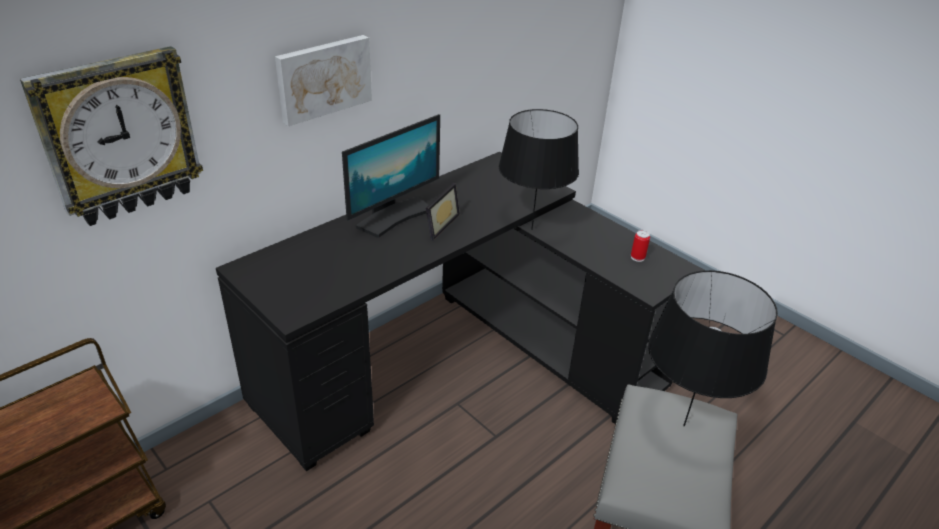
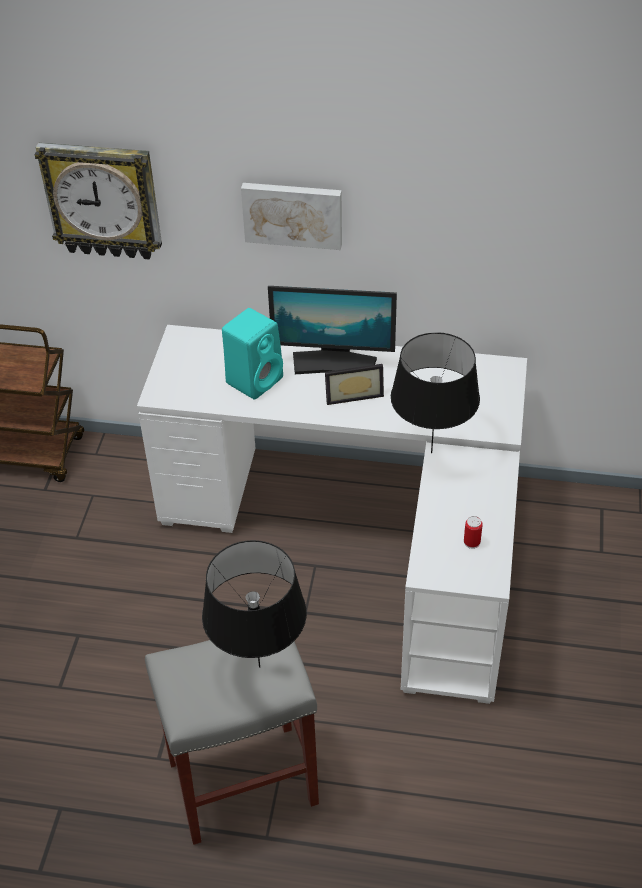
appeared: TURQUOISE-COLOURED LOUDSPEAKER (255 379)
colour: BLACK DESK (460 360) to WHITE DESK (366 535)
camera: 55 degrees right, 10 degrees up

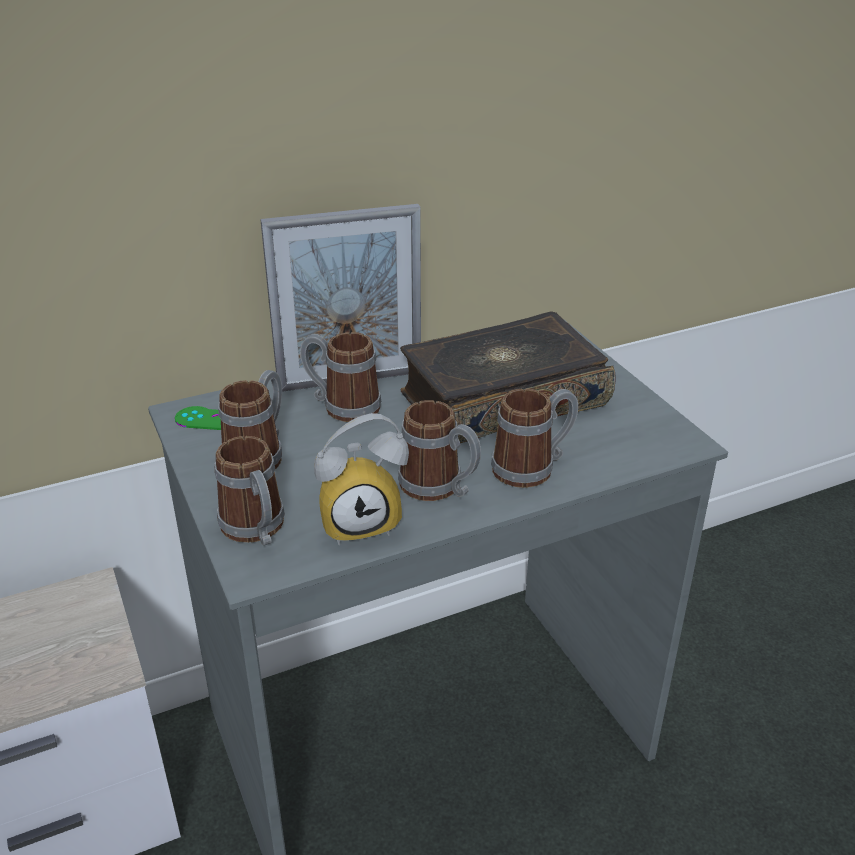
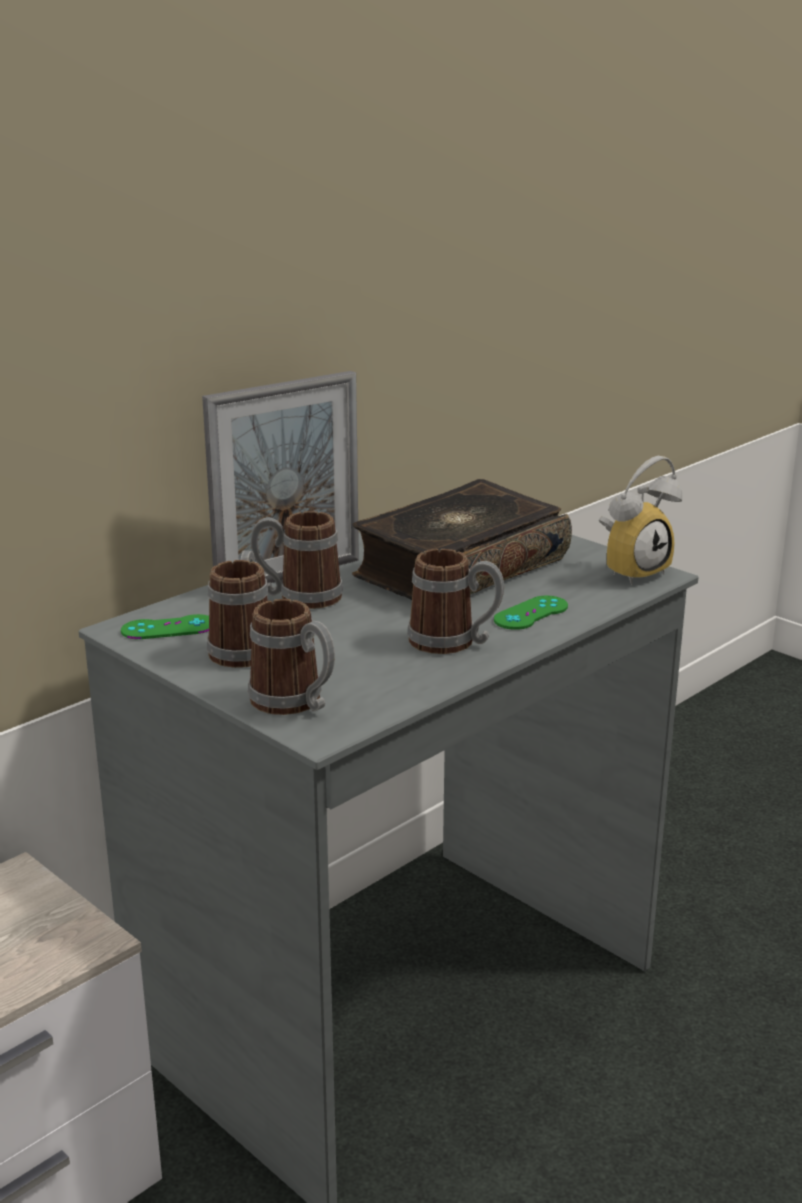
relocated: ALARM CLOCK (362 521) to (632 571)
exchanged: TEA MUG (533 467) to GREEN GAMEPAD (531 613)
camera: 20 degrees left, 10 degrees down

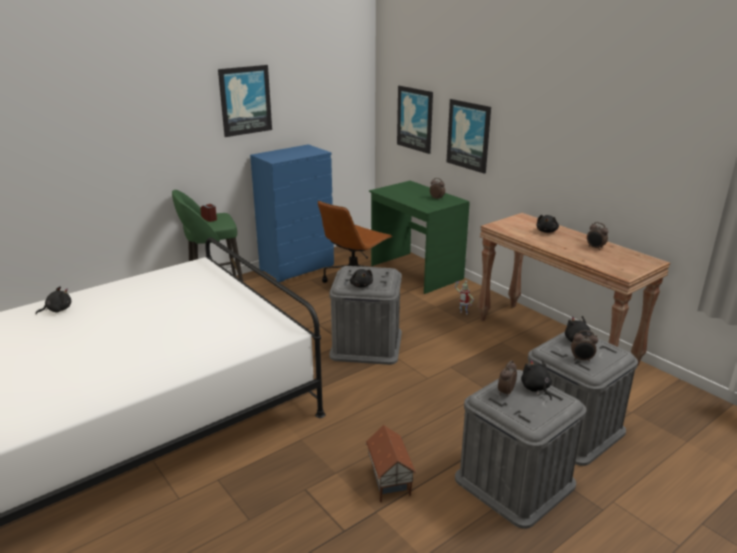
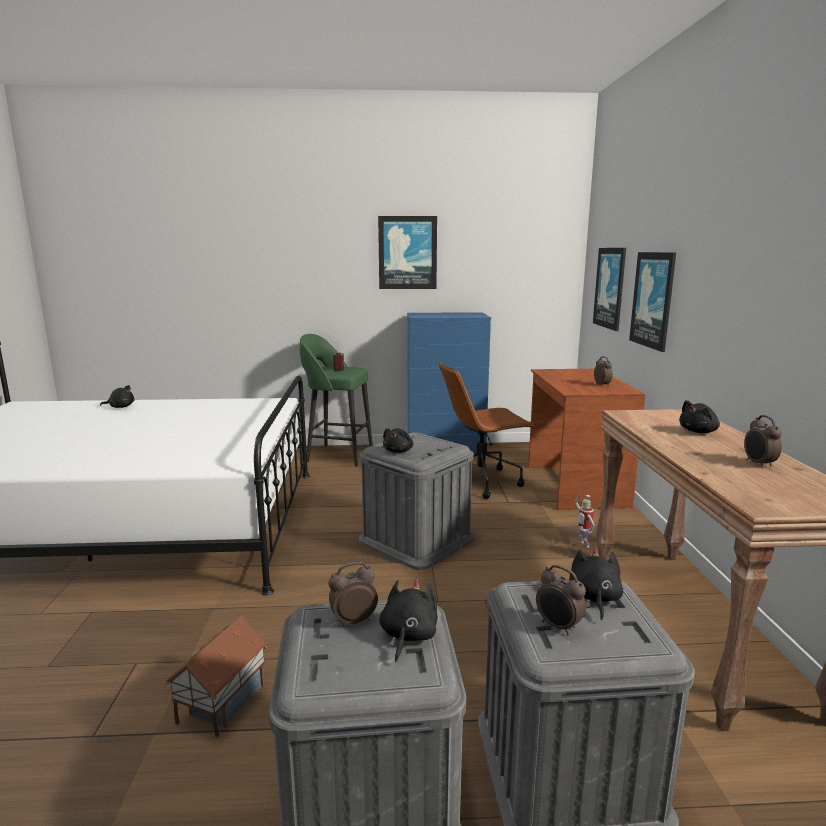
colour: GREEN DESK (415 272) to BROWNISH DESK (574 485)
camera: 35 degrees right, 10 degrees down

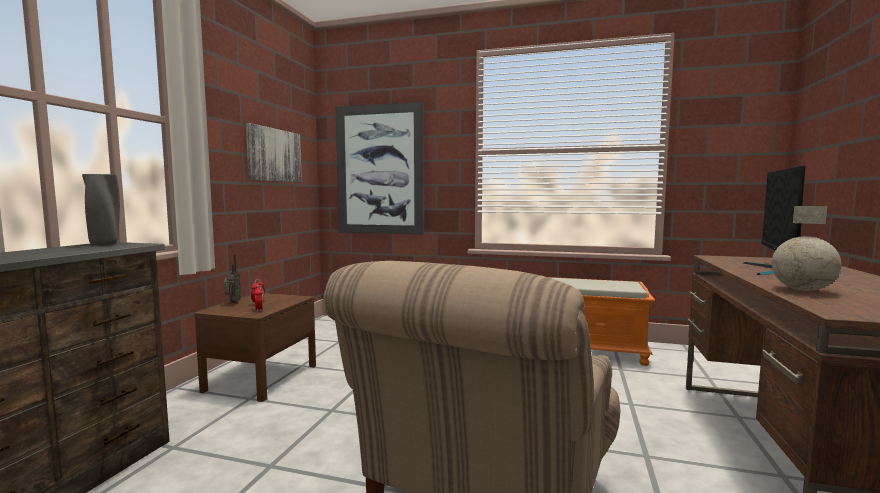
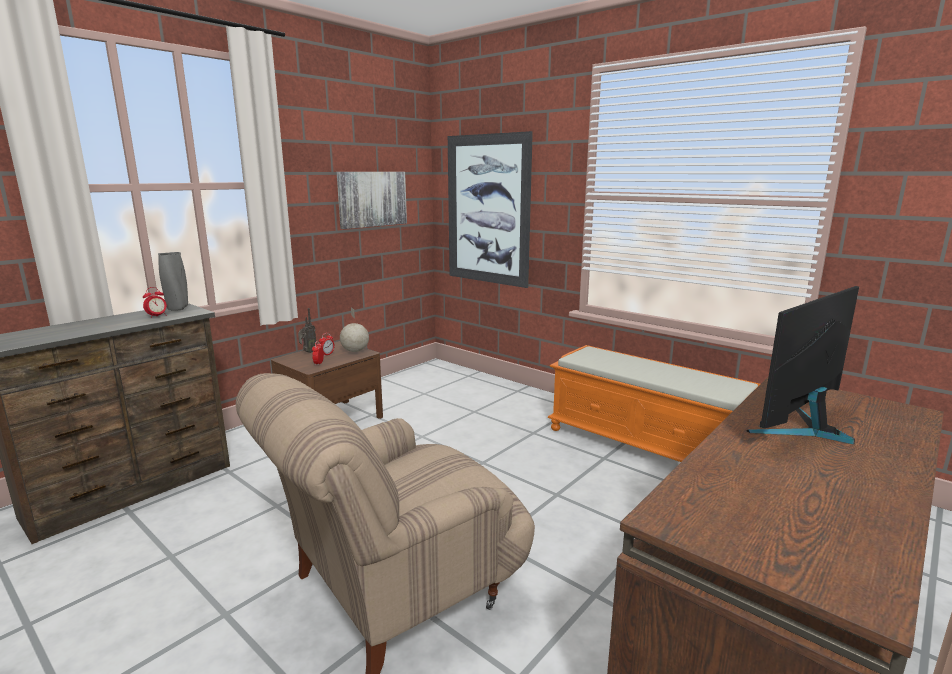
appeared: ALARM CLOCK (157 316)
relocated: GLOBE (803 290) to (355 351)
camera: 25 degrees right, 10 degrees up

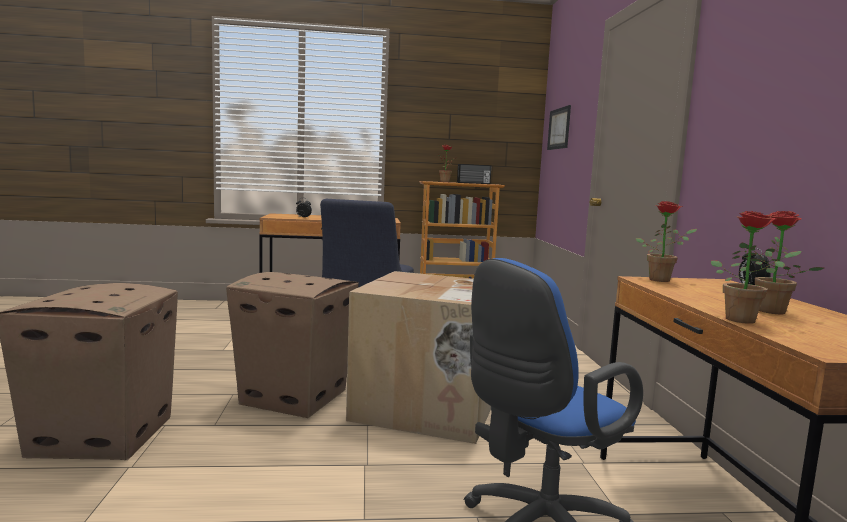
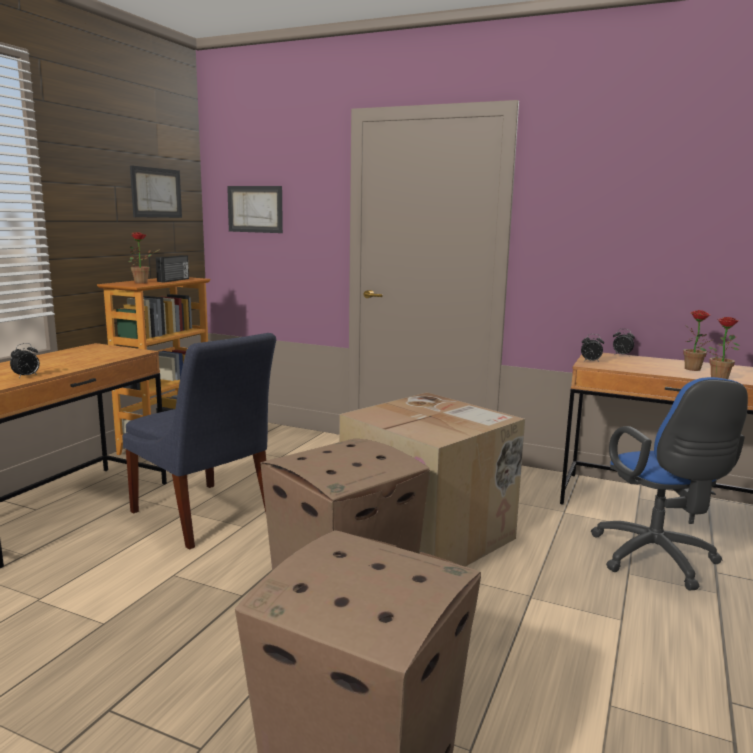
appeared: WALL ART (156 193)
exchanged: PLANT IN A POT (662 280) to ALARM CLOCK (590 361)
camera: 60 degrees left, 5 degrees up

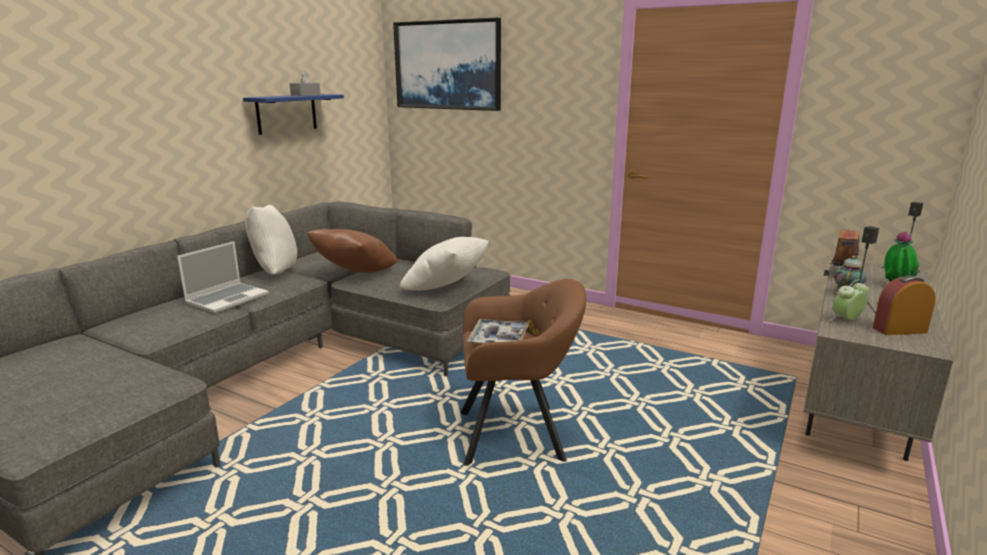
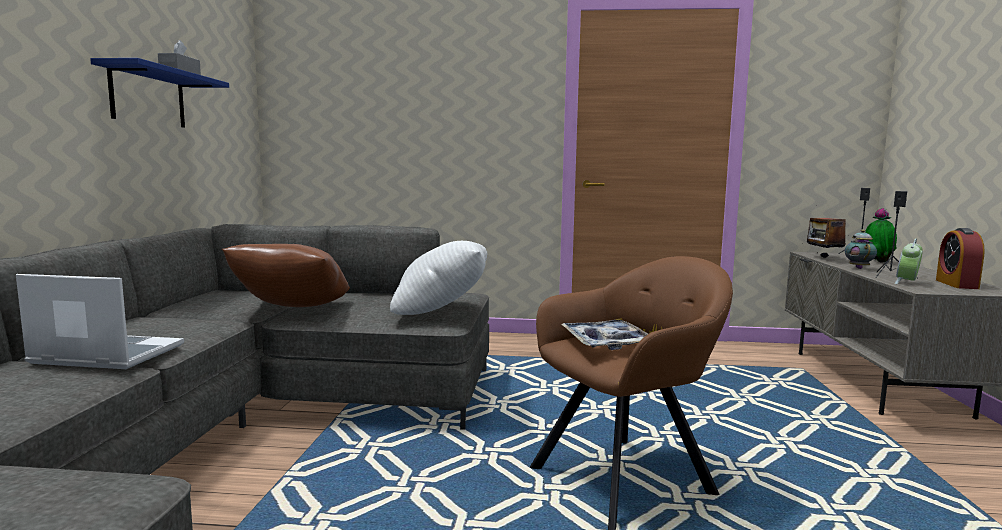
missing: WALL ART (447 65); WHITE CUSHION (274 272)
spun: LAPTOP (227 299) = (105 355) 90 degrees counterclockwise; ALARM CLOCK (899 330) = (956 284) 45 degrees counterclockwise
camera: 25 degrees left, 10 degrees down

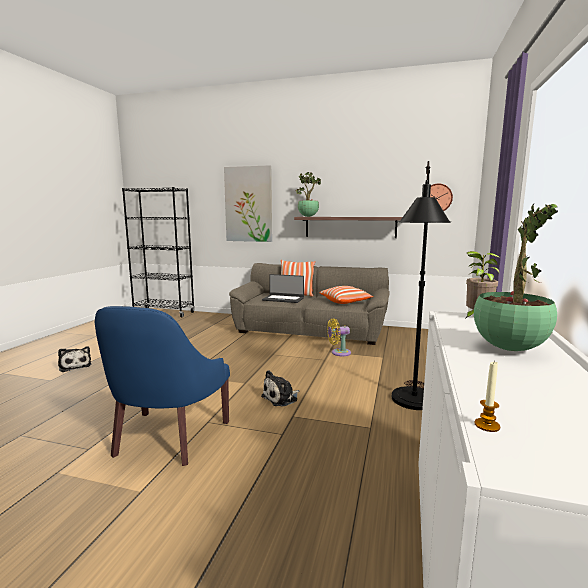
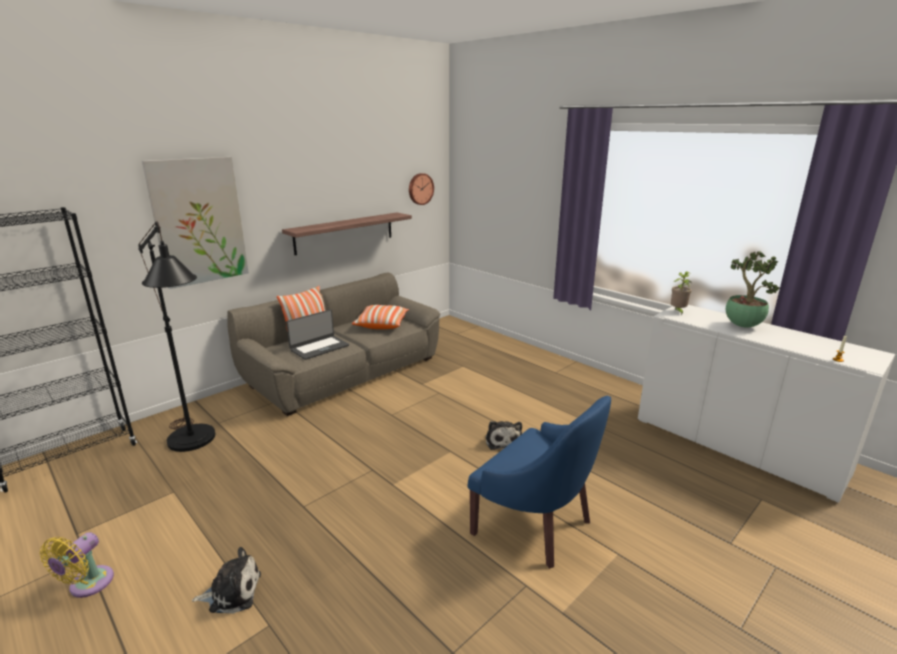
missing: PLANT IN A POT (308 216)
relocated: BLACK STANDING LAMP (413 405) to (195 444); YELLOWISH COOLING FAN (339 353) to (87 585)
camera: 60 degrees left, 10 degrees up

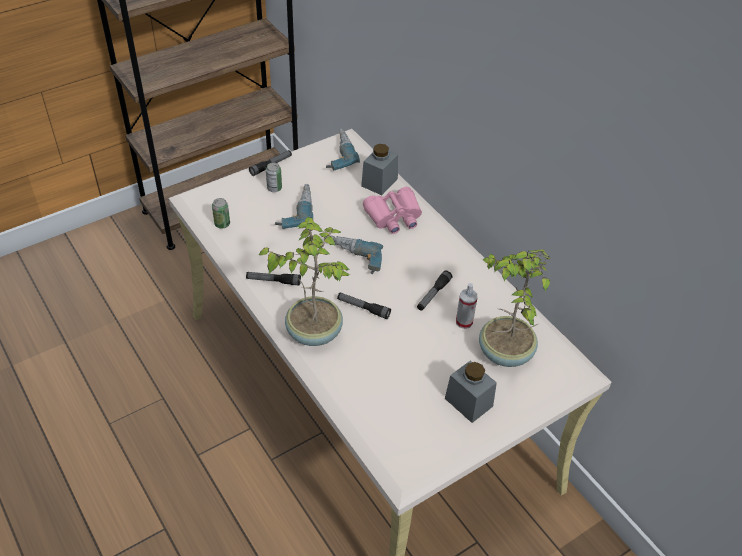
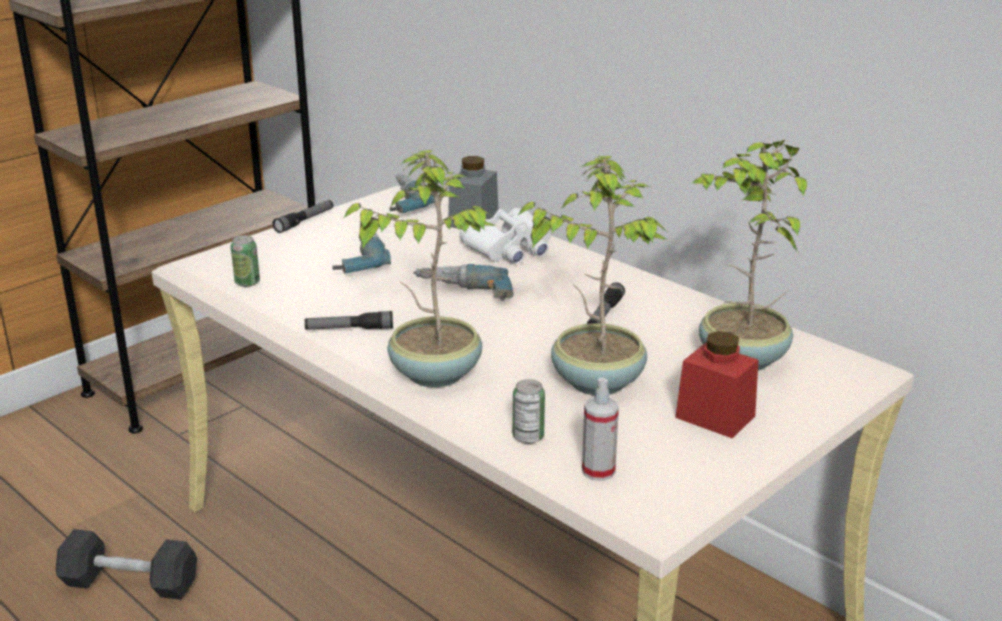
missing: FLASHLIGHT (363 308)
appeared: PLANT IN A POT (597 380); BLACK DUMBBELL (130 583)
relocated: CAN (274 188) to (528 437); HAND SPRAYER (464 322) to (598 471)
colour: PINK PAIR OF BINOCULARS (394 216) to WHITE PAIR OF BINOCULARS (509 249); GREYISH STORAGE JAR (468 402) to RED STORAGE JAR (715 417)
camera: 10 degrees left, 20 degrees down

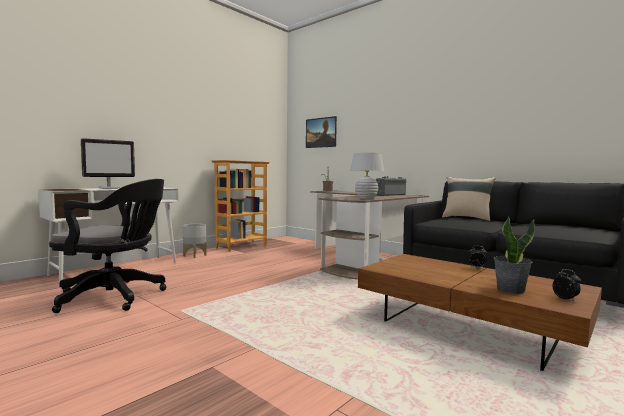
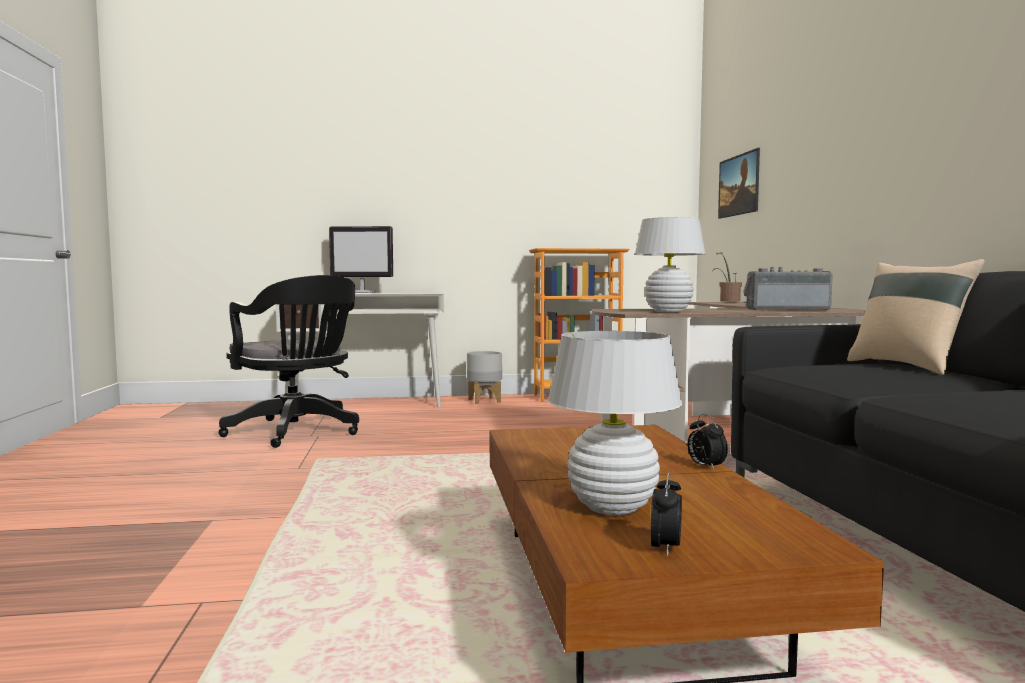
exchanged: PLANT IN A POT (510 290) to WHITE LAMP FOR A TABLE (612 507)
camera: 40 degrees right, 0 degrees up

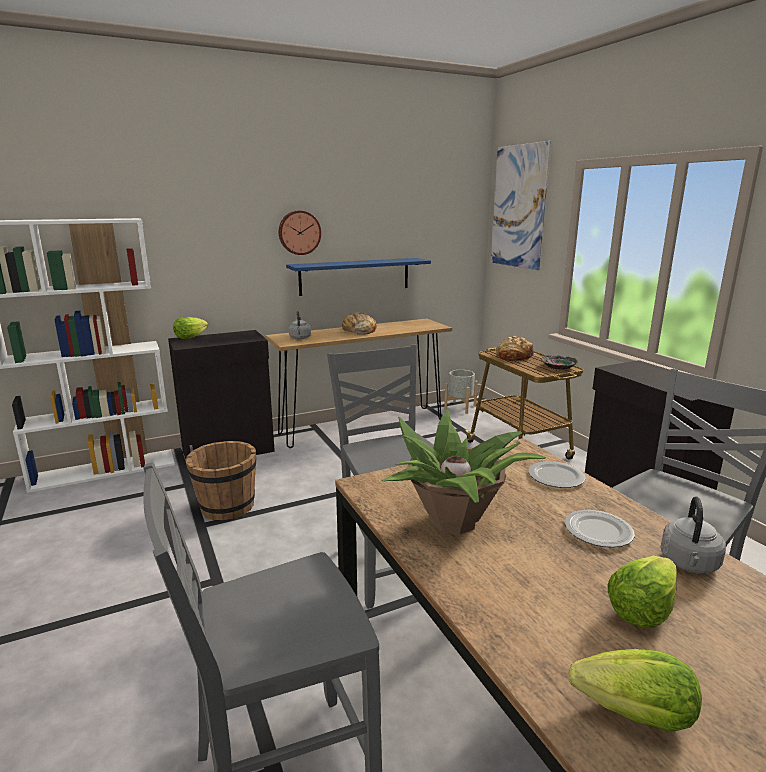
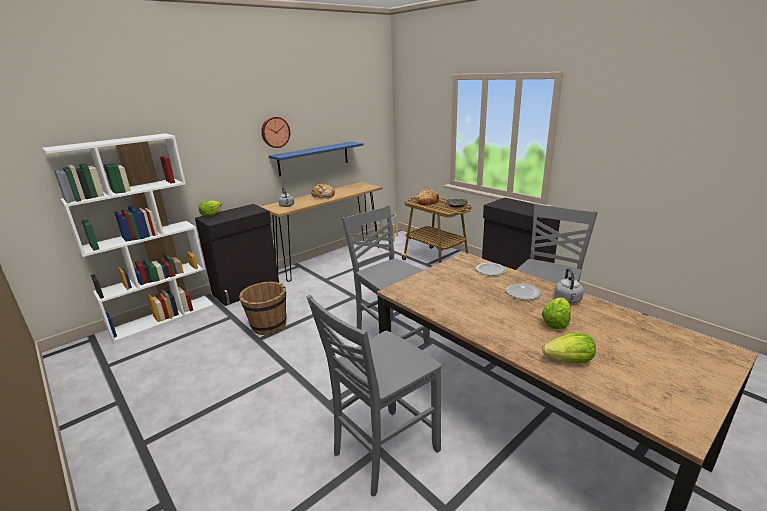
missing: WALL ART (518 207); PLANT IN A POT (454 522)
camera: 15 degrees left, 5 degrees up

